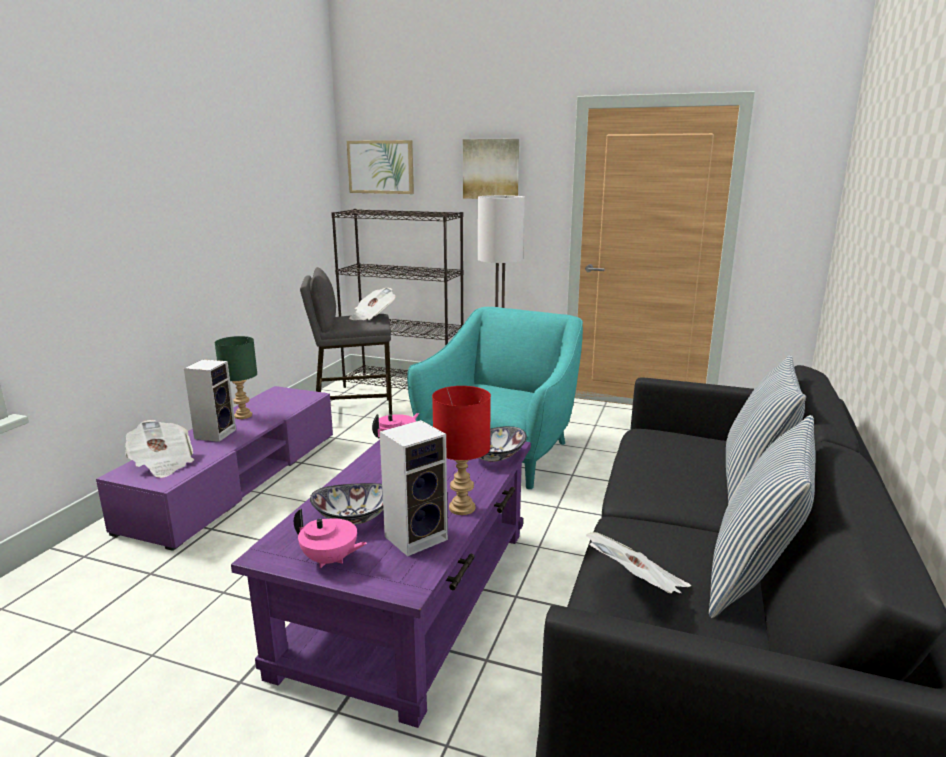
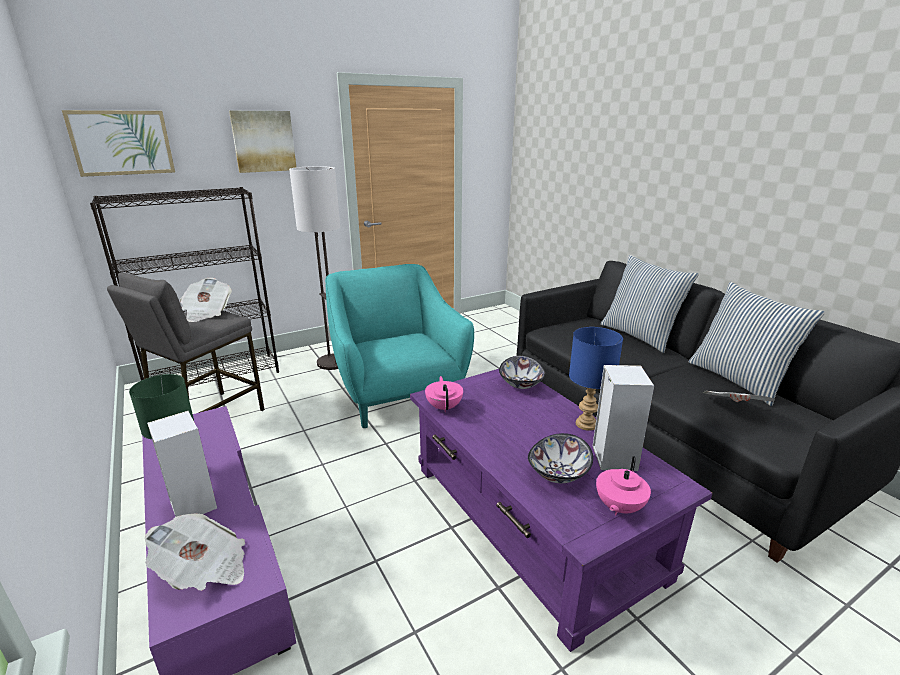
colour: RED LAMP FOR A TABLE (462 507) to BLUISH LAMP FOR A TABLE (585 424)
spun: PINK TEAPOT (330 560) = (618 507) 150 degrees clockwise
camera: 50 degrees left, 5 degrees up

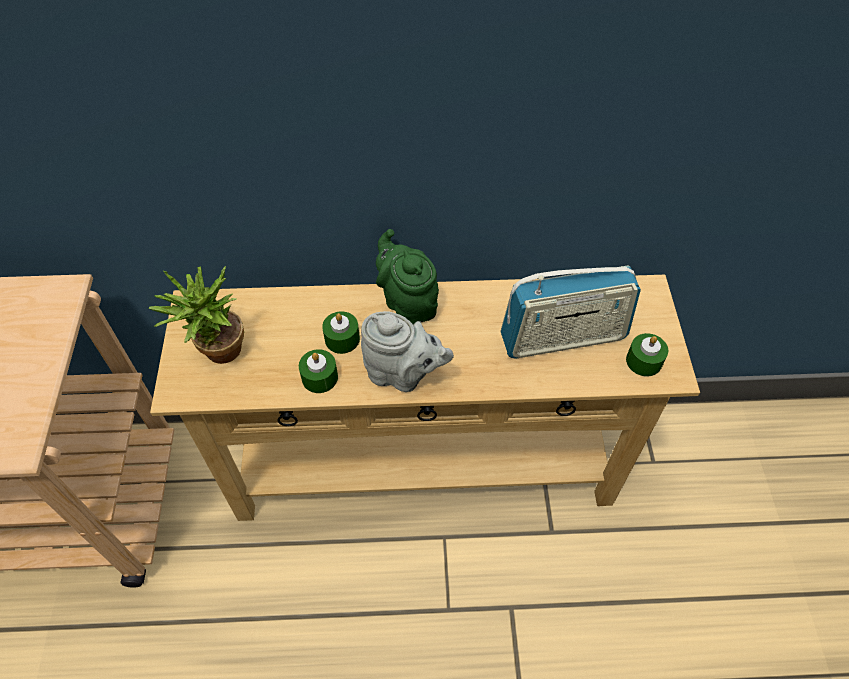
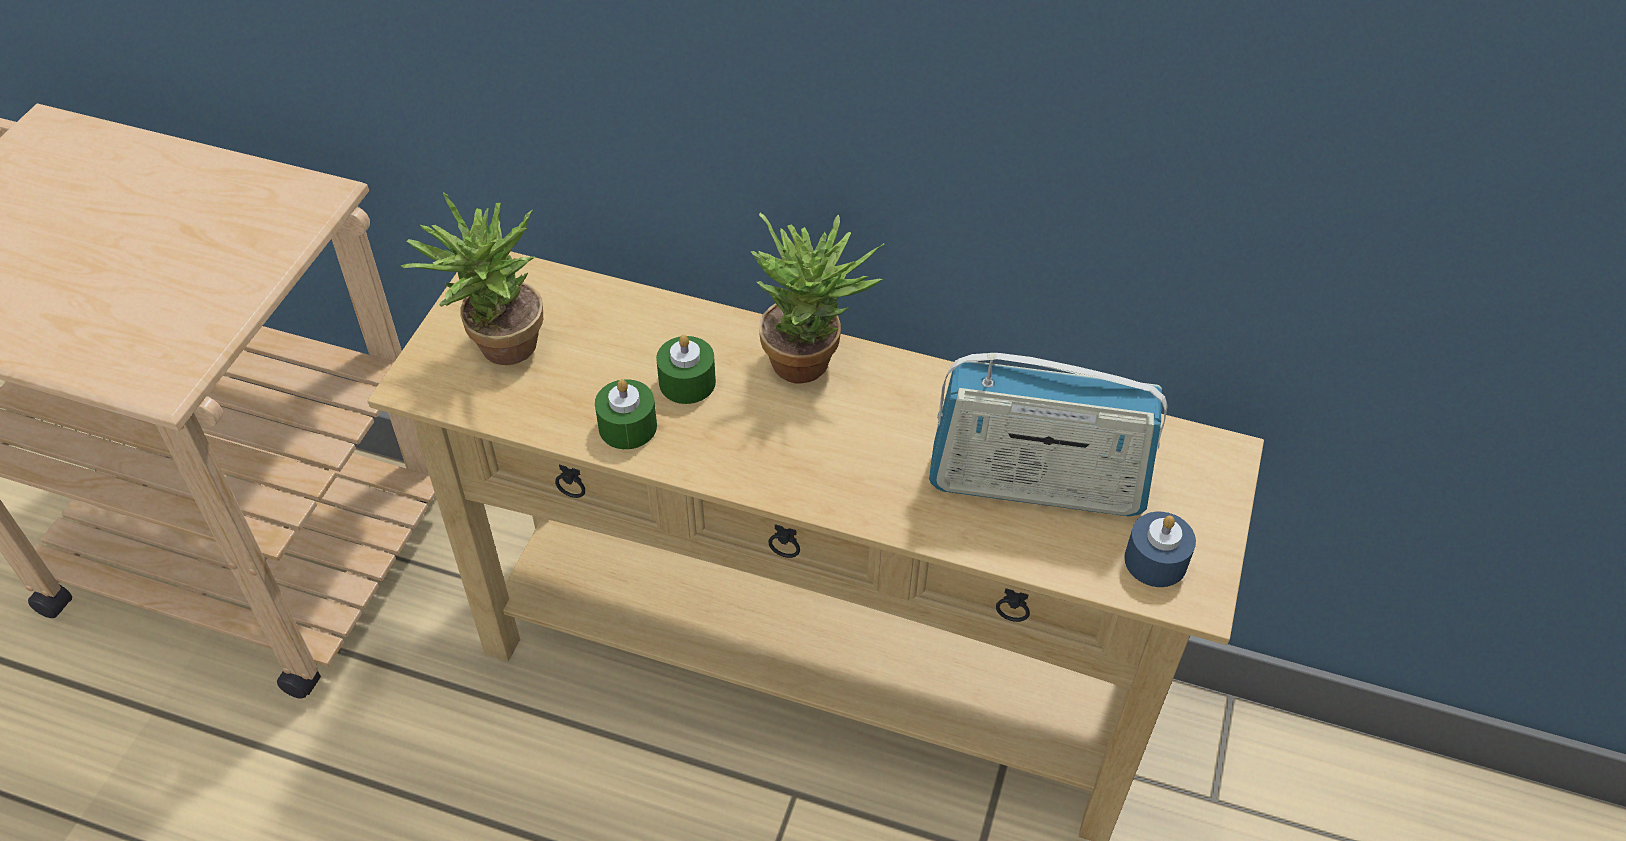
missing: GREYISH TEAPOT (402 374)
exchanged: GREEN TEAPOT (408 303) to PLANT IN A POT (812 360)
colour: GREEN WAX CANDLE (644 361) to BLUISH WAX CANDLE (1155 561)
camera: 20 degrees right, 5 degrees down

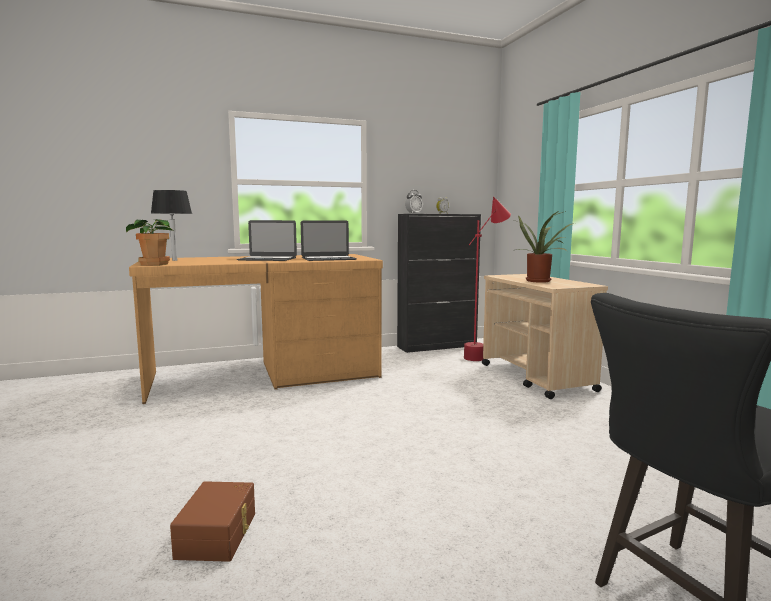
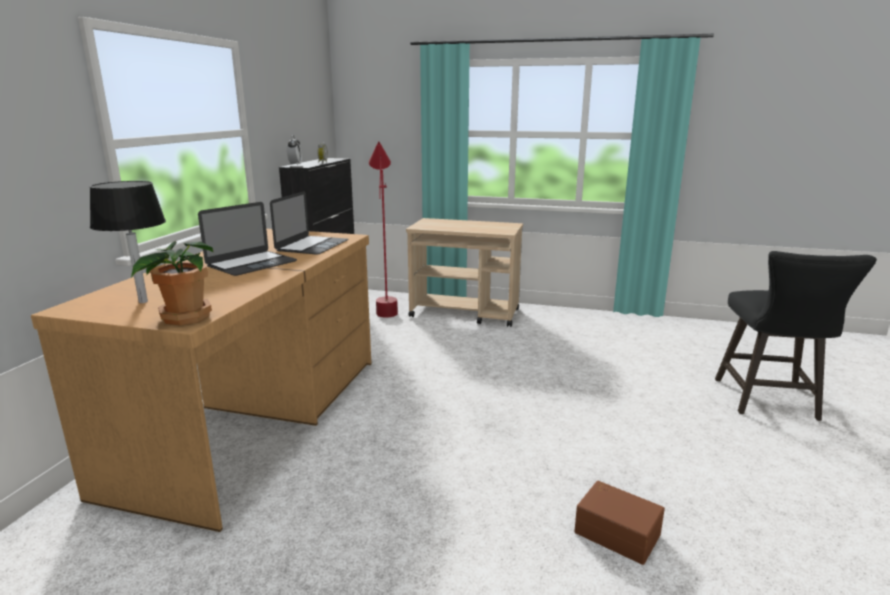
missing: PLANT IN A POT (540 281)
camera: 55 degrees left, 10 degrees up

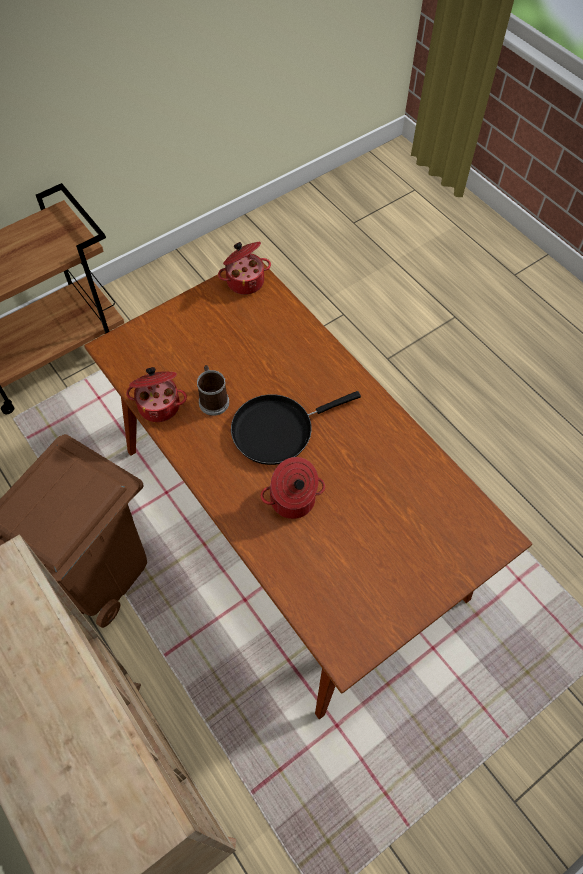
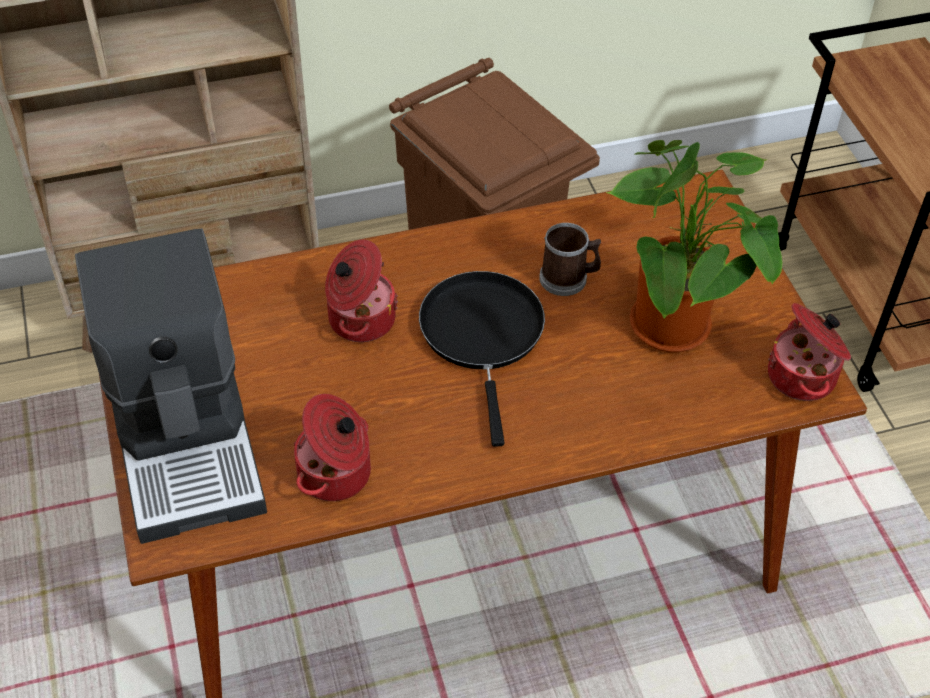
appeared: PLANT IN A POT (675 333); COFFEE MACHINE (188 440)
relocated: COOKING POT (159 404) to (336 474)
camera: 110 degrees right, 10 degrees down

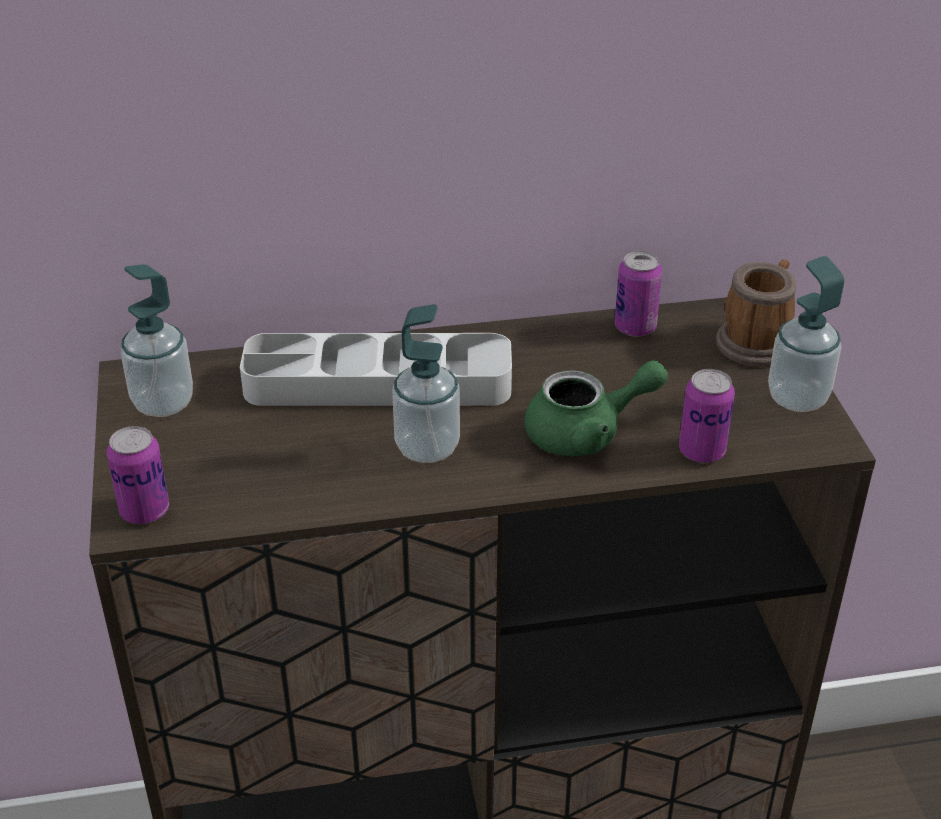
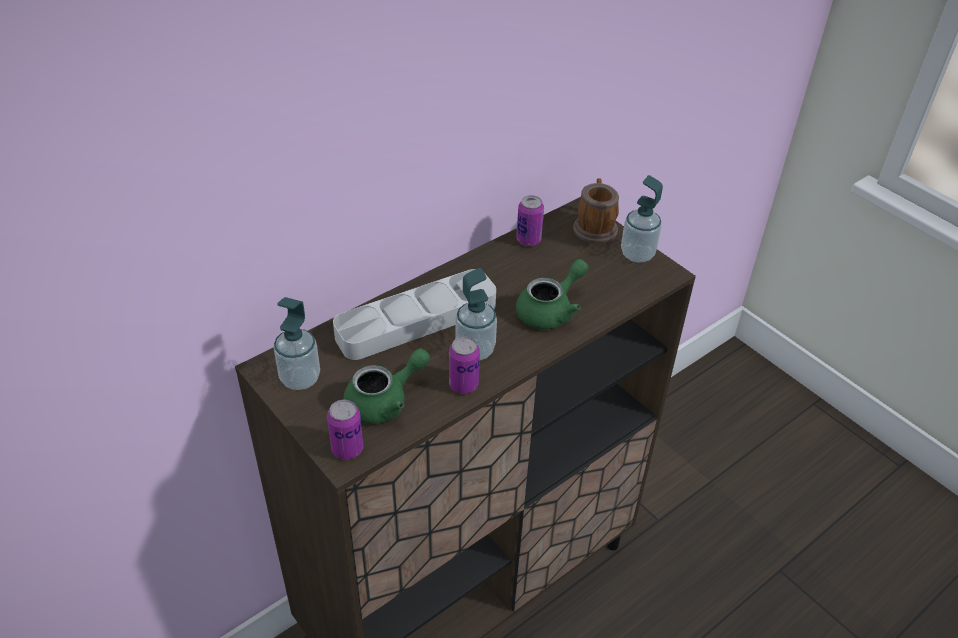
appeared: GREEN TEAPOT (385 402)
relocated: CAN (702 451) to (463 384)
camera: 30 degrees left, 5 degrees up

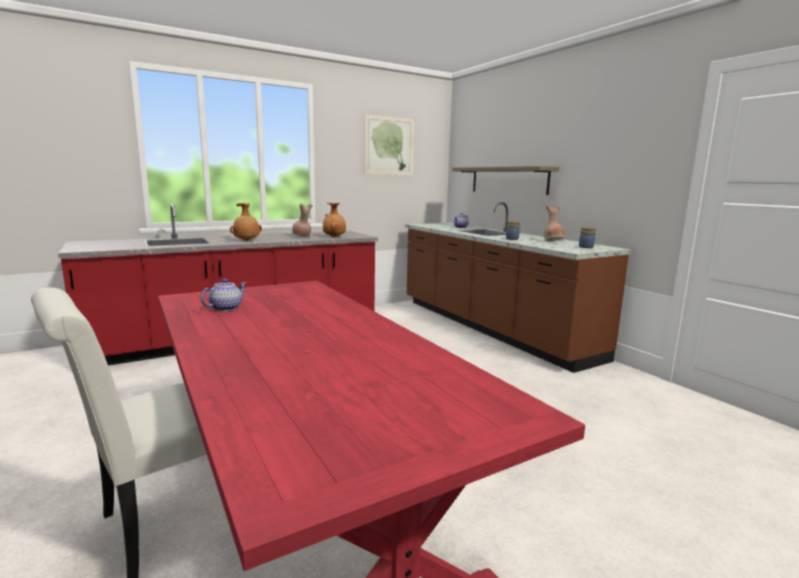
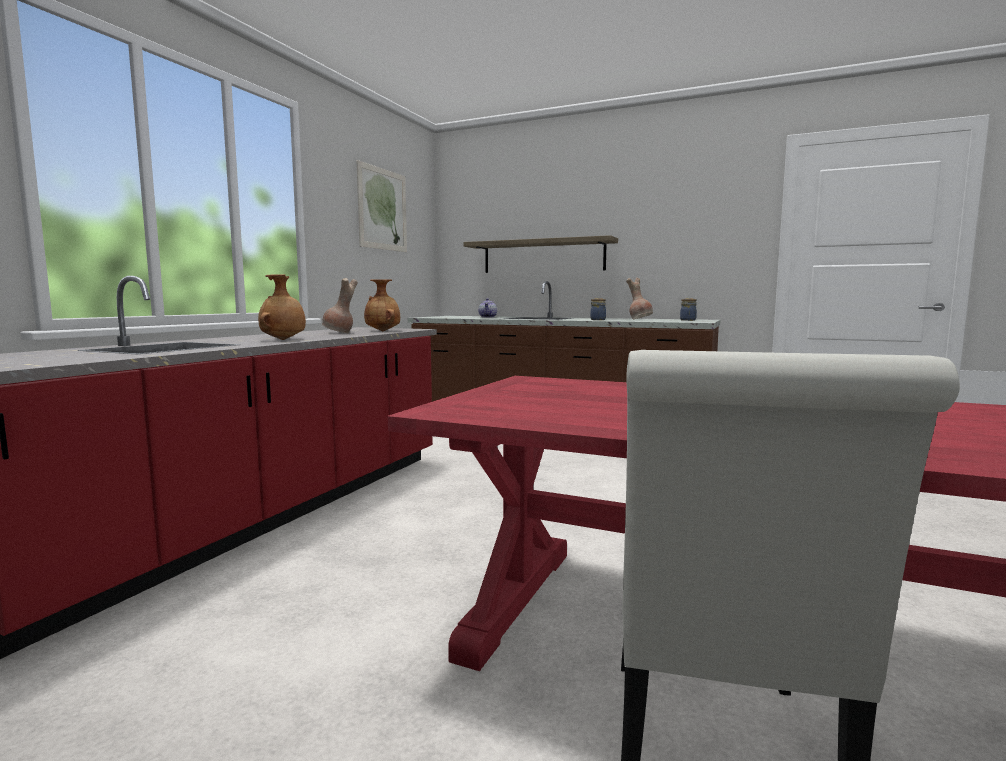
missing: TEAPOT (225 308)
camera: 35 degrees left, 5 degrees down

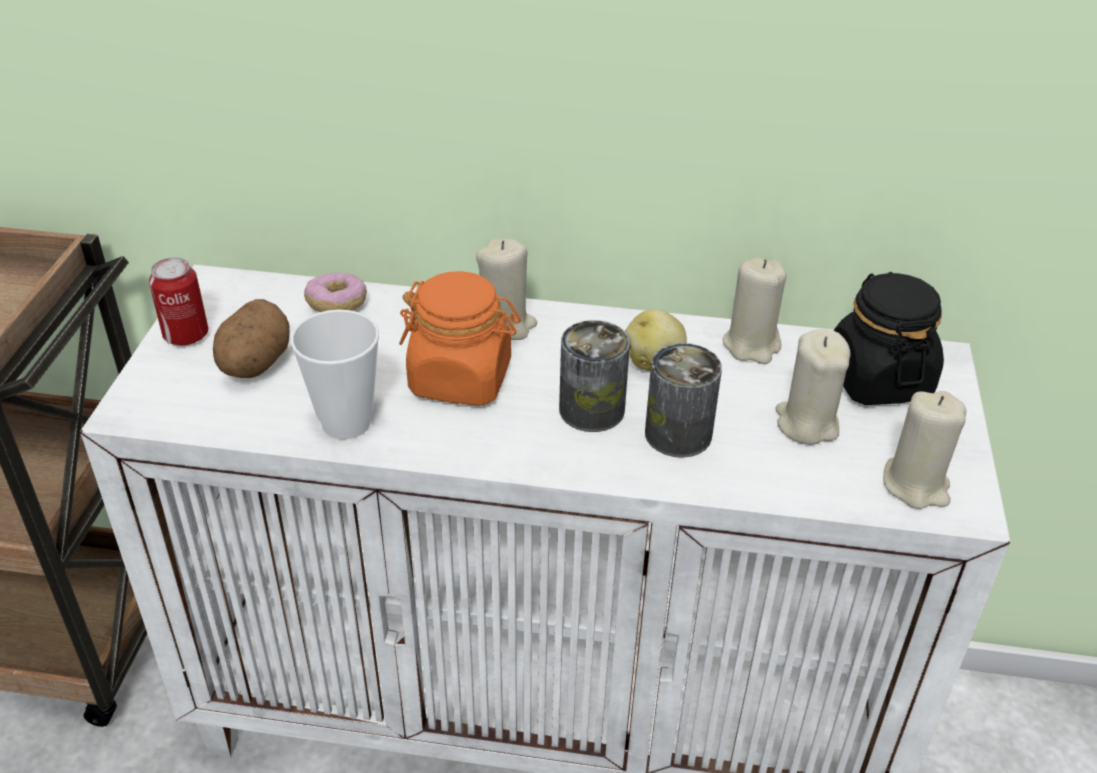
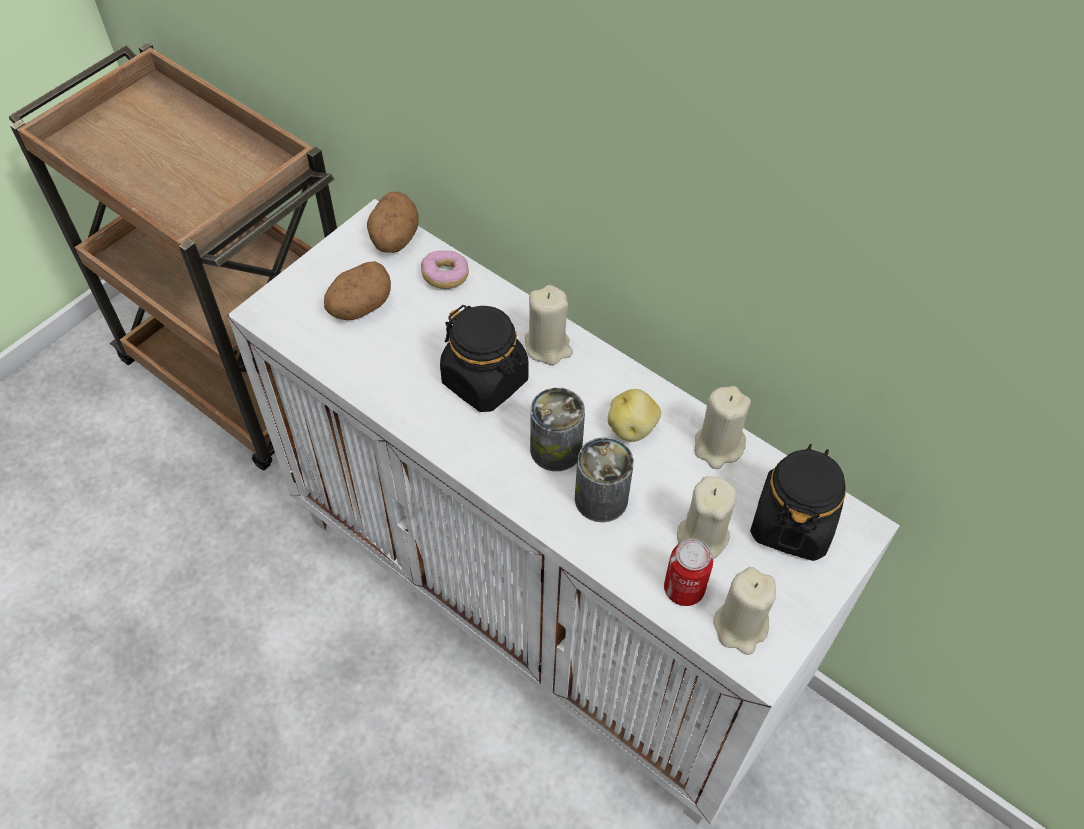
missing: SMALL CUP (346 423)
appeared: WHOLE POTATO (394 239)
relocated: CAN (186 335) to (684 589)
colour: ORANGEY STORAGE JAR (461 379) to BLACK STORAGE JAR (485 381)
camera: 30 degrees right, 15 degrees up

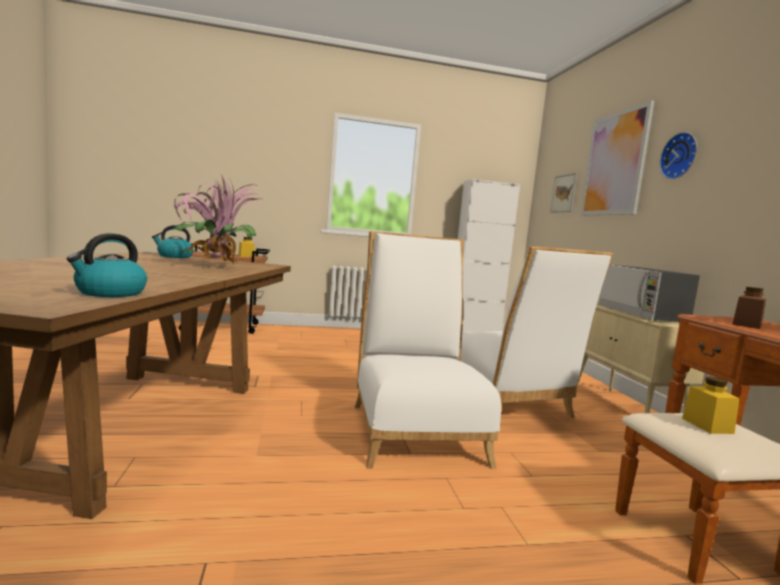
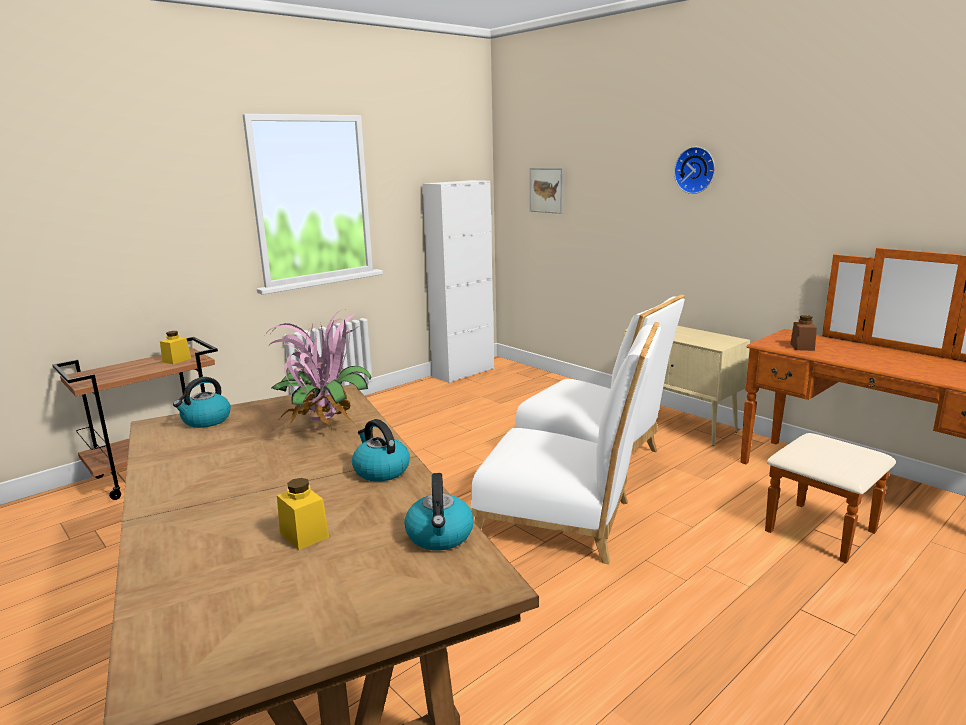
missing: WALL ART (614 164); MICROWAVE OVEN (642 315)
appeared: KETTLE (380 470)
relocated: YELLOWISH STORAGE JAR (707 426) to (304 535)
spun: WHITE UPRIGHT CHAIR (414 428) = (564 522) 150 degrees clockwise
camera: 30 degrees left, 10 degrees up

